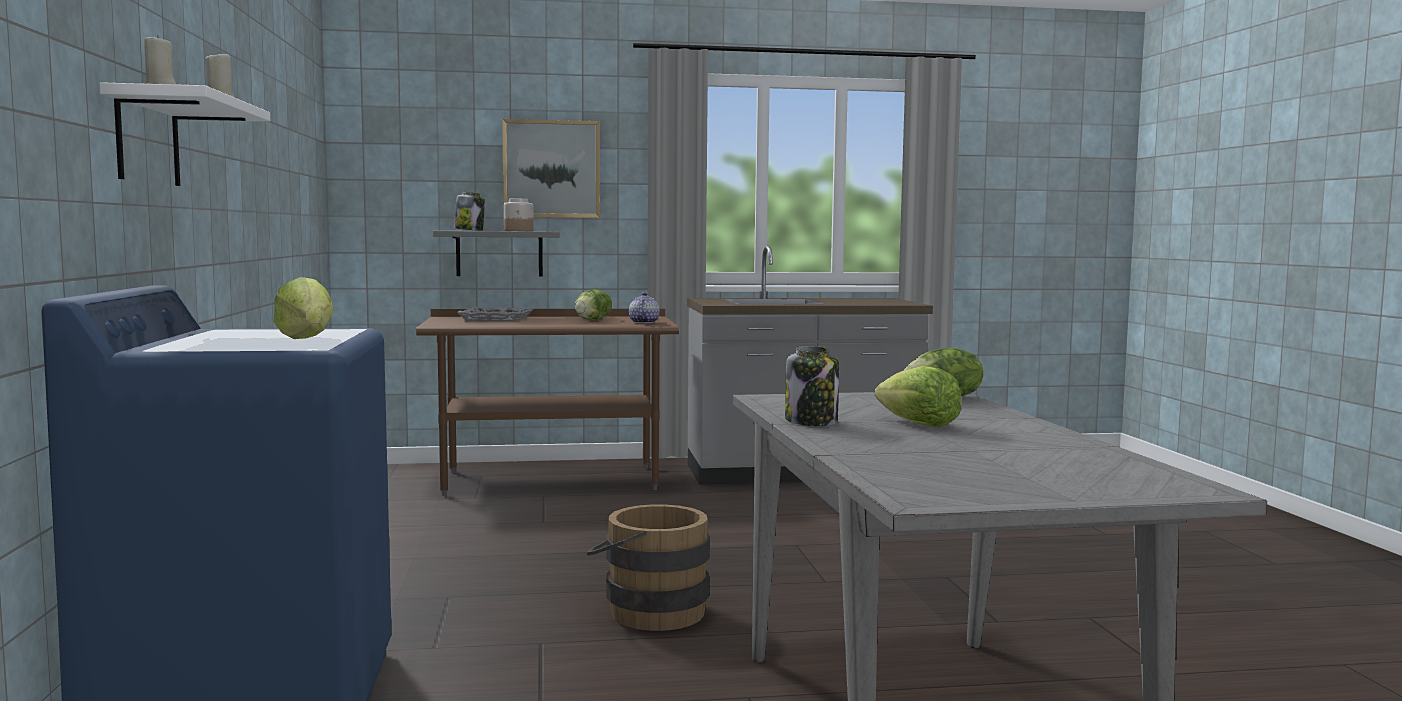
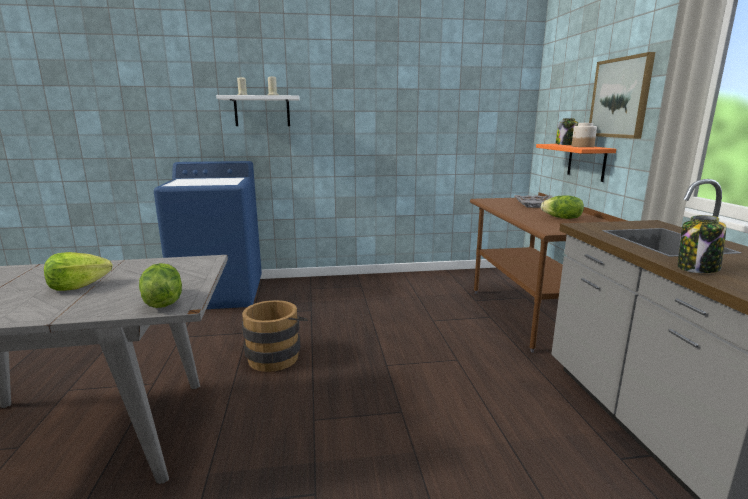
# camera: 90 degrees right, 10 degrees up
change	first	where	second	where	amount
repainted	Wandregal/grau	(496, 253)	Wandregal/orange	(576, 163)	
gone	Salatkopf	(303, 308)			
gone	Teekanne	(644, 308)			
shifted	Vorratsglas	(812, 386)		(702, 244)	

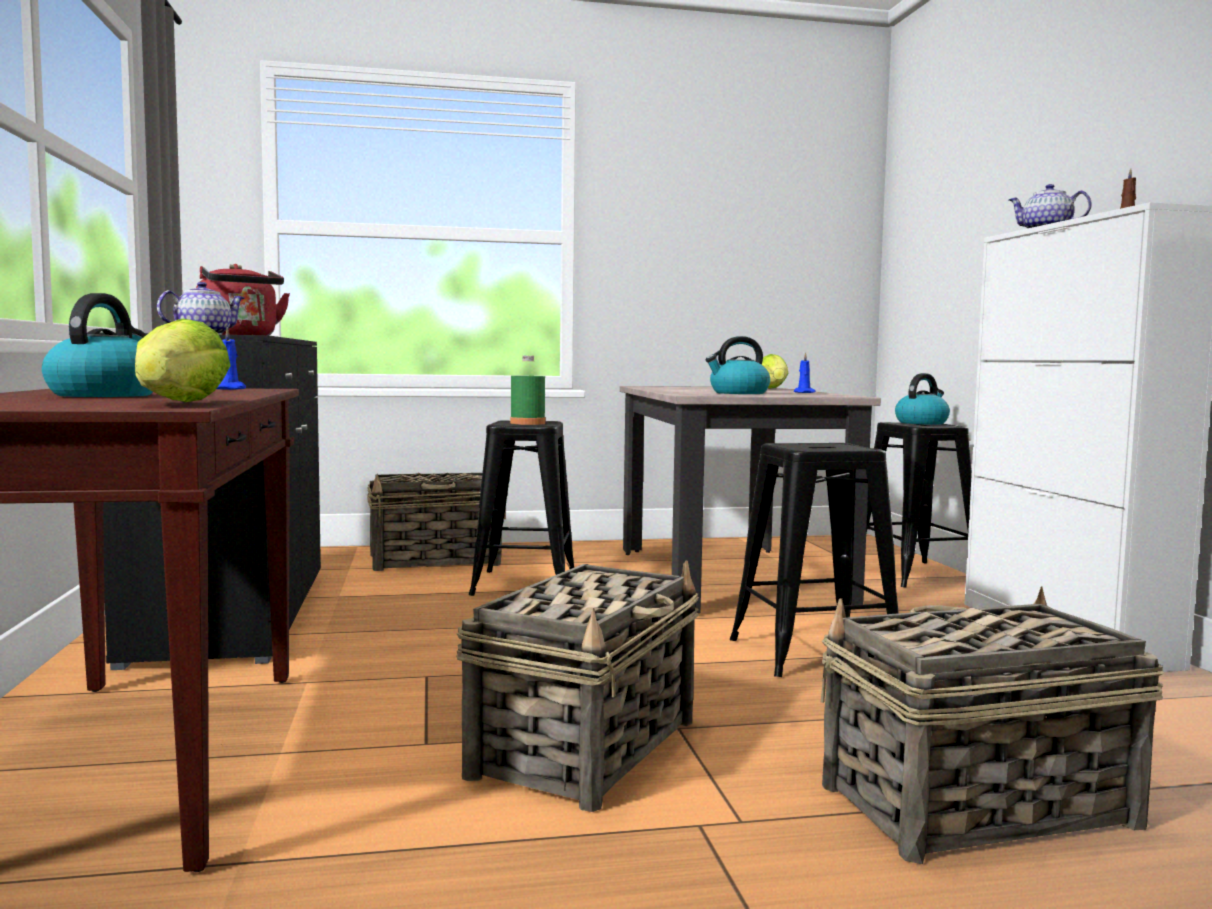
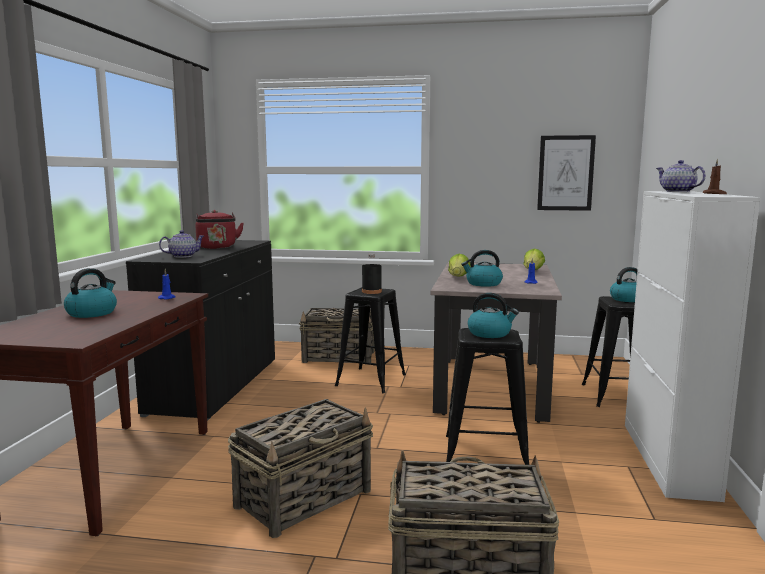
# camera: 20 degrees right, 5 degrees up
change	first	where	second	where	amount
shifted	Salatkopf	(183, 360)		(459, 265)	
repainted	Flasche/grün	(527, 390)	Flasche/schwarz	(372, 274)	
new			Bild	(566, 173)	
new			Wasserkessel	(493, 315)	

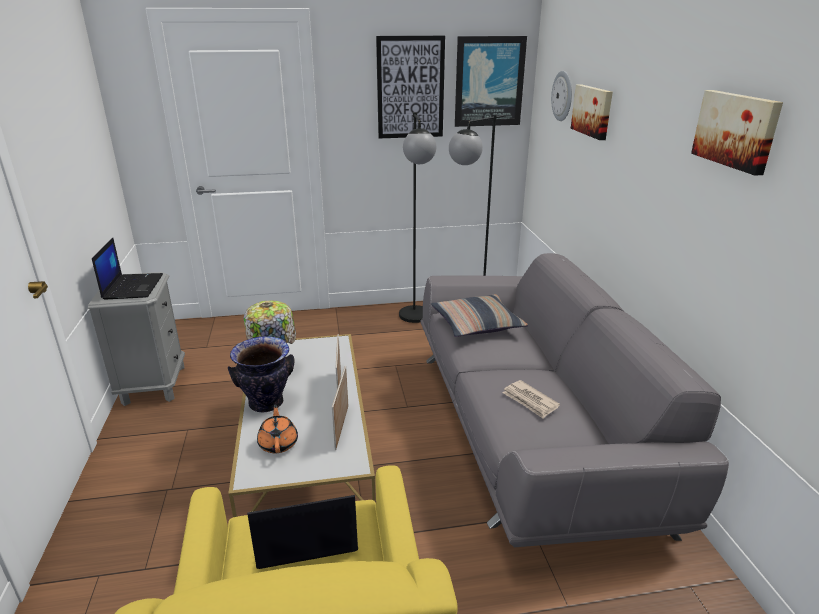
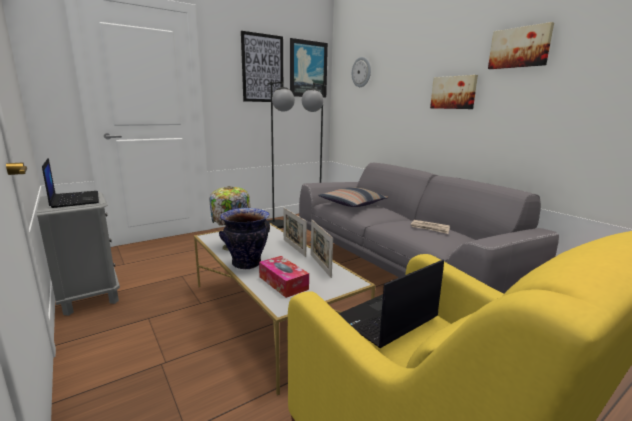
# camera: 25 degrees left, 10 degrees down
change	first	where	second	where	amount
shifted	Bild	(592, 112)		(454, 92)	
swapped	Teekanne/orange	(277, 428)	Taschentuchbox	(284, 277)	

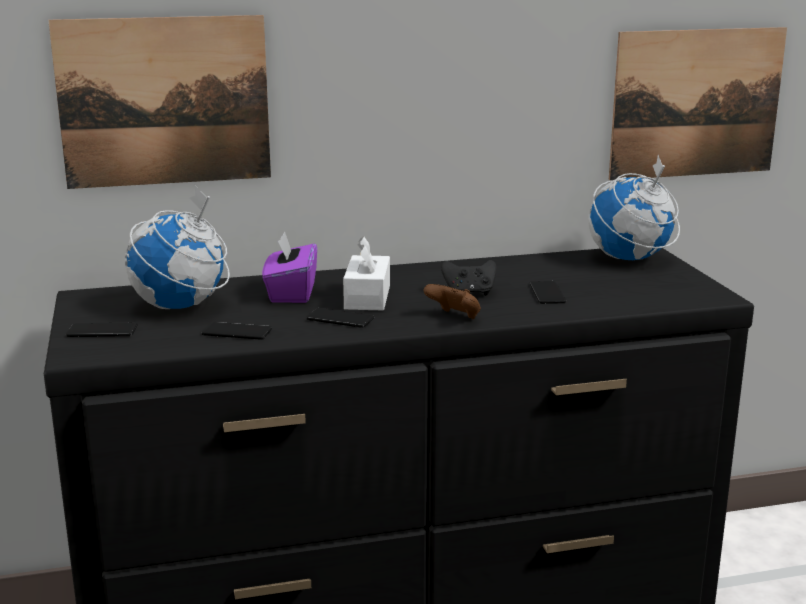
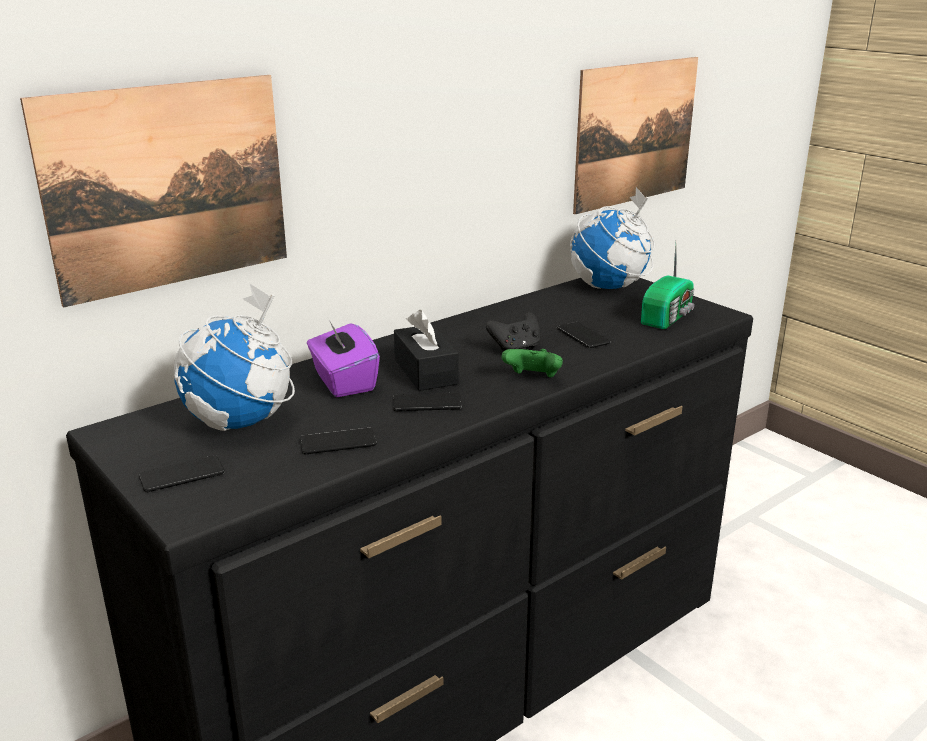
# camera: 25 degrees left, 5 degrees up
change	first	where	second	where	amount
repainted	Taschentuchbox/weiß	(366, 273)	Taschentuchbox/schwarz	(426, 350)	
repainted	Gamepad/braun	(452, 301)	Gamepad/grün	(532, 363)	
new			Radio	(667, 286)	

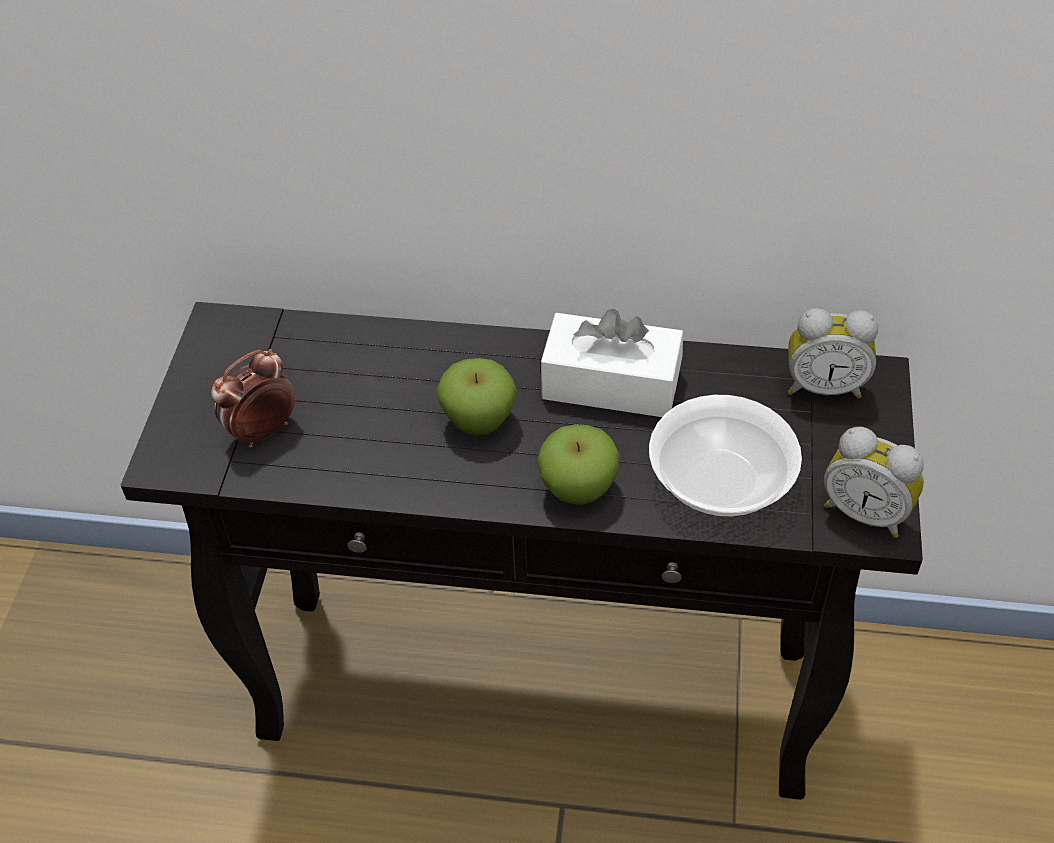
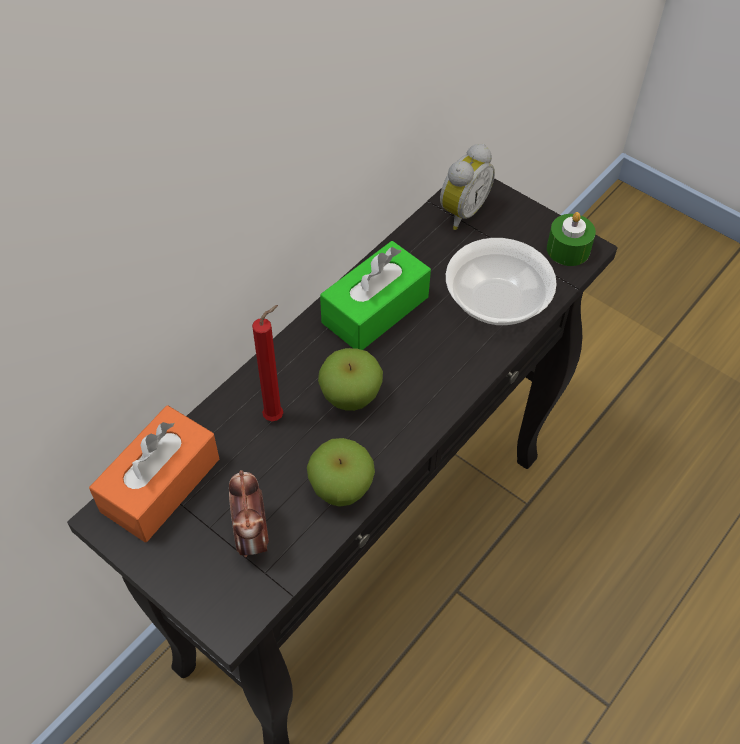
# camera: 60 degrees left, 5 degrees up
change	first	where	second	where	amount
repainted	Taschentuchbox/weiß	(612, 363)	Taschentuchbox/grün	(375, 295)	
shifted	Apfel	(578, 464)		(341, 472)	
swapped	Wecker	(874, 482)	Kerze/grün	(571, 239)	
new			Kerze/rot	(267, 363)	
new			Taschentuchbox/orange	(154, 473)	

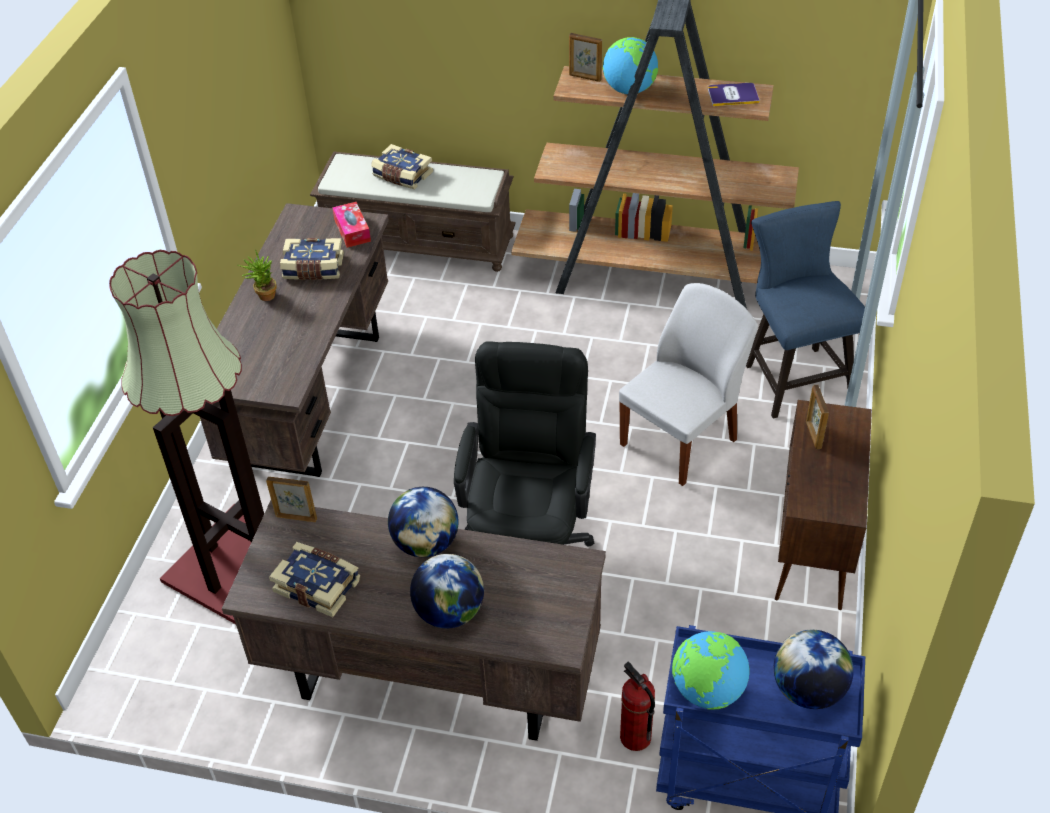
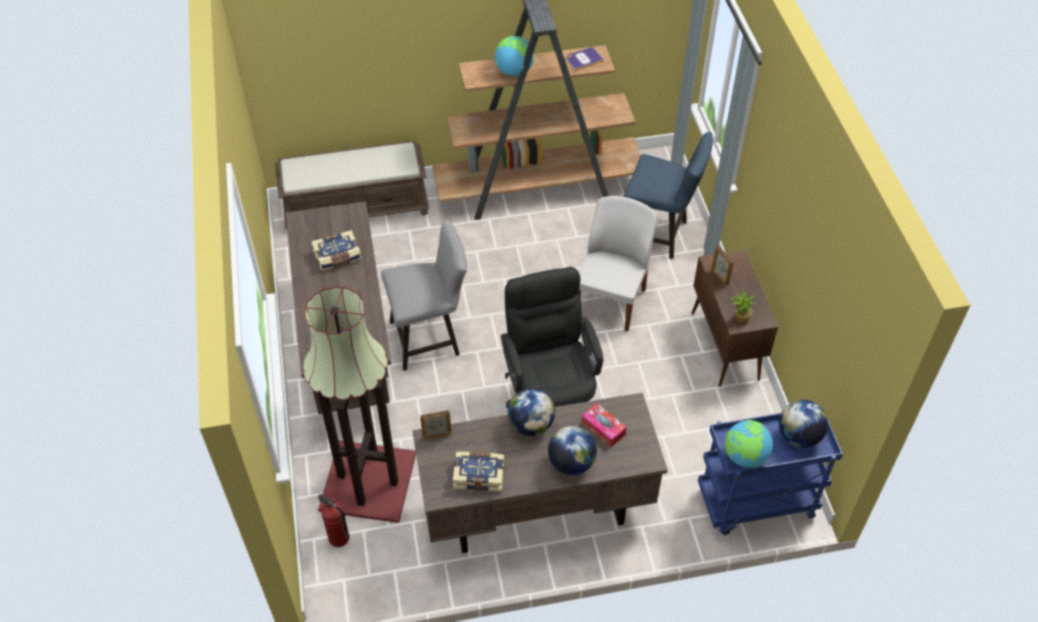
# camera: 25 degrees left, 5 degrees up
change	first	where	second	where	amount
gone	Bilderrahmen	(585, 57)			
gone	Buch	(402, 166)			
rotated	Stuhl/blau	(805, 310)		(668, 195)	150 degrees clockwise
shifted	Taschentuchbox	(351, 225)		(604, 425)	
shifted	Topfpflanze	(257, 275)		(743, 306)	
shifted	Feuerlöscher	(637, 706)		(333, 520)	
new			Stuhl/grau	(424, 295)	

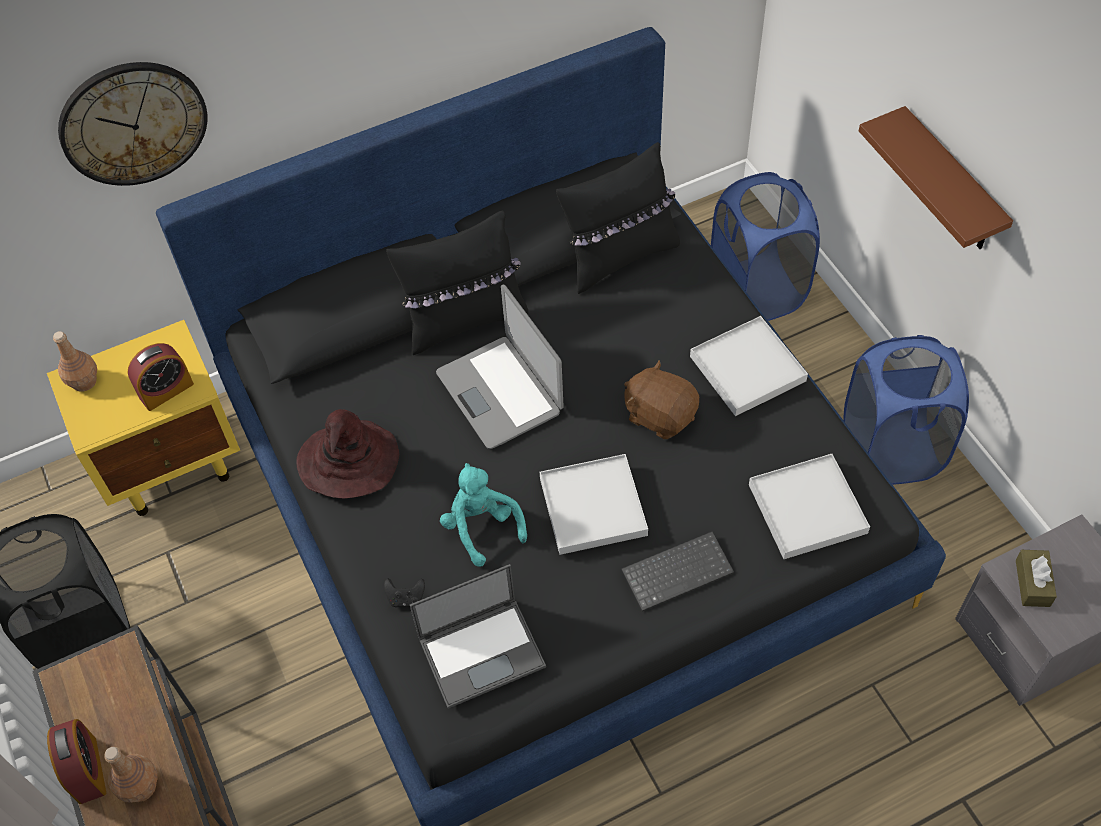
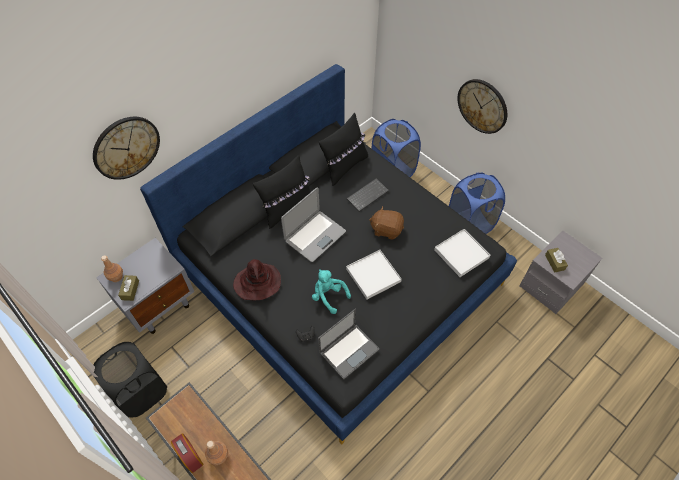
# camera: 20 degrees left, 0 degrees up
change	first	where	second	where	amount
swapped	Wandregal/braun	(936, 177)	Wanduhr	(482, 106)	
rotated	Laptop	(500, 366)		(313, 225)	90 degrees counterclockwise
gone	Tablett/weiß	(749, 366)			
repainted	Nachttisch/gelb	(143, 418)	Nachttisch/grau	(145, 286)	
gone	Wecker	(161, 377)			
shifted	Tastatur	(677, 571)		(368, 195)	
new			Taschentuchbox/braun	(128, 288)	

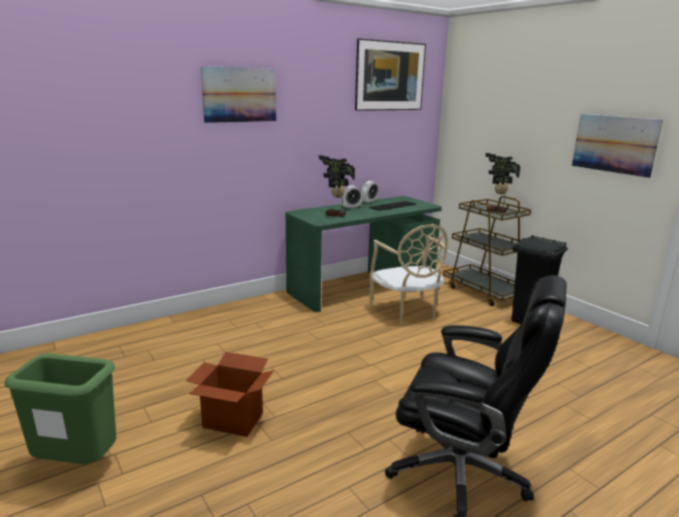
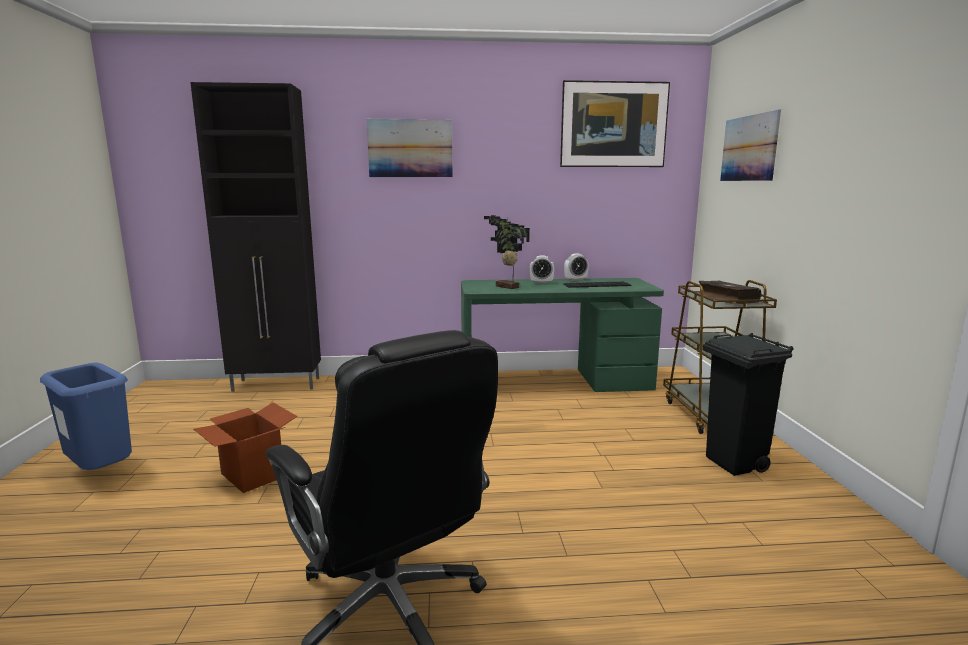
# camera: 30 degrees right, 5 degrees down
change	first	where	second	where	amount
shifted	Bild	(617, 146)		(750, 145)	
swapped	Topfpflanze	(503, 183)	Buch	(729, 292)	
gone	Stuhl/beige	(409, 274)			
repainted	Mülleimer/grün	(60, 408)	Mülleimer/blau	(86, 416)	
new			Schrank/schwarz	(255, 237)	

